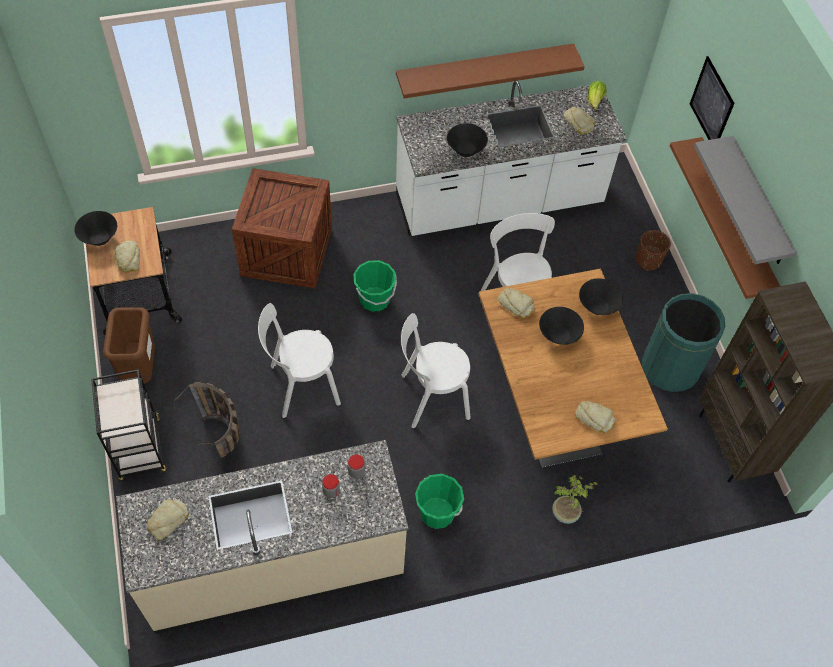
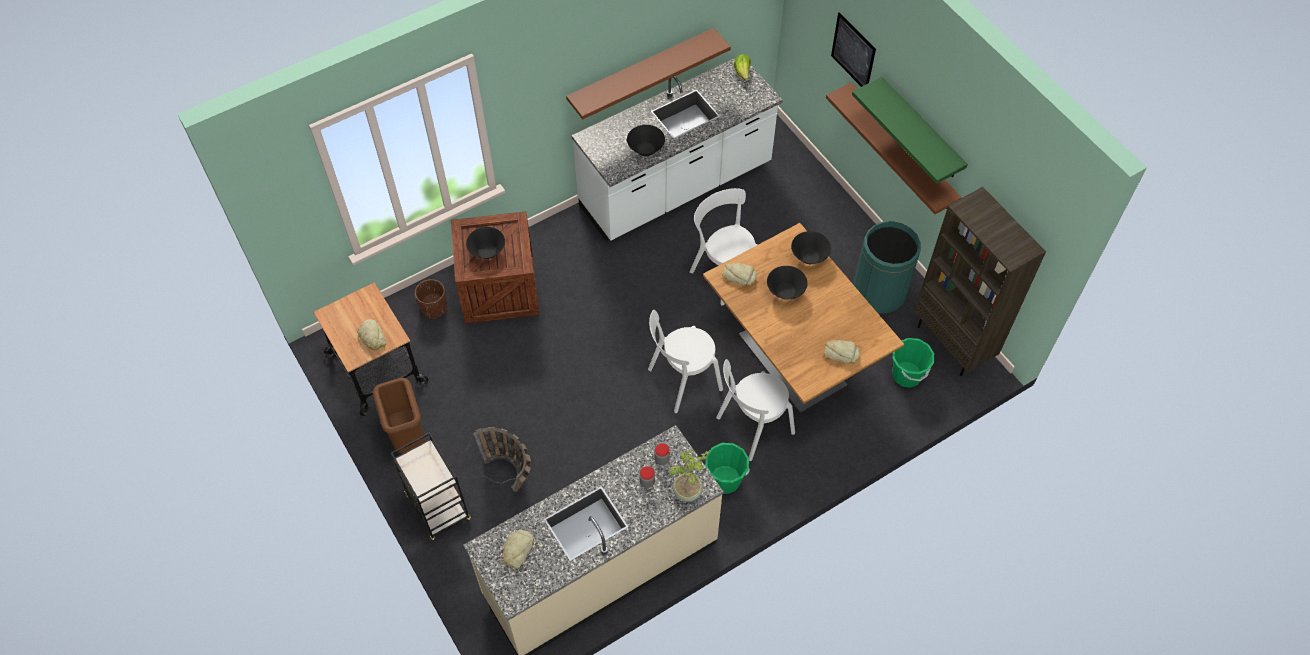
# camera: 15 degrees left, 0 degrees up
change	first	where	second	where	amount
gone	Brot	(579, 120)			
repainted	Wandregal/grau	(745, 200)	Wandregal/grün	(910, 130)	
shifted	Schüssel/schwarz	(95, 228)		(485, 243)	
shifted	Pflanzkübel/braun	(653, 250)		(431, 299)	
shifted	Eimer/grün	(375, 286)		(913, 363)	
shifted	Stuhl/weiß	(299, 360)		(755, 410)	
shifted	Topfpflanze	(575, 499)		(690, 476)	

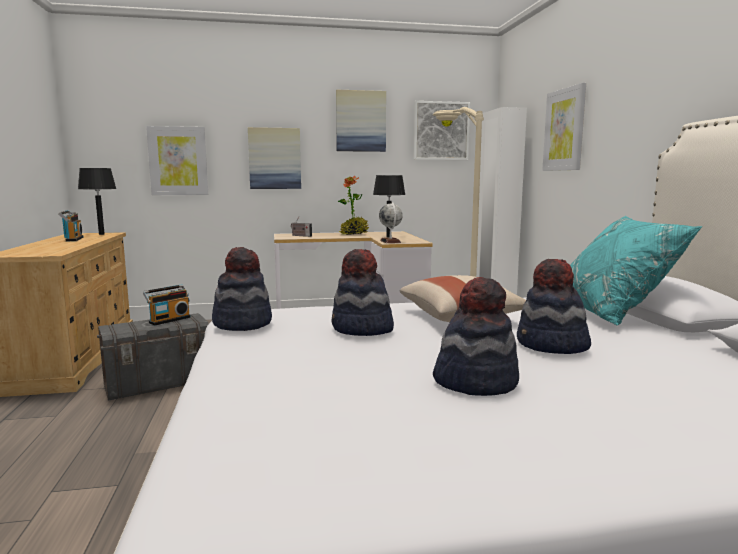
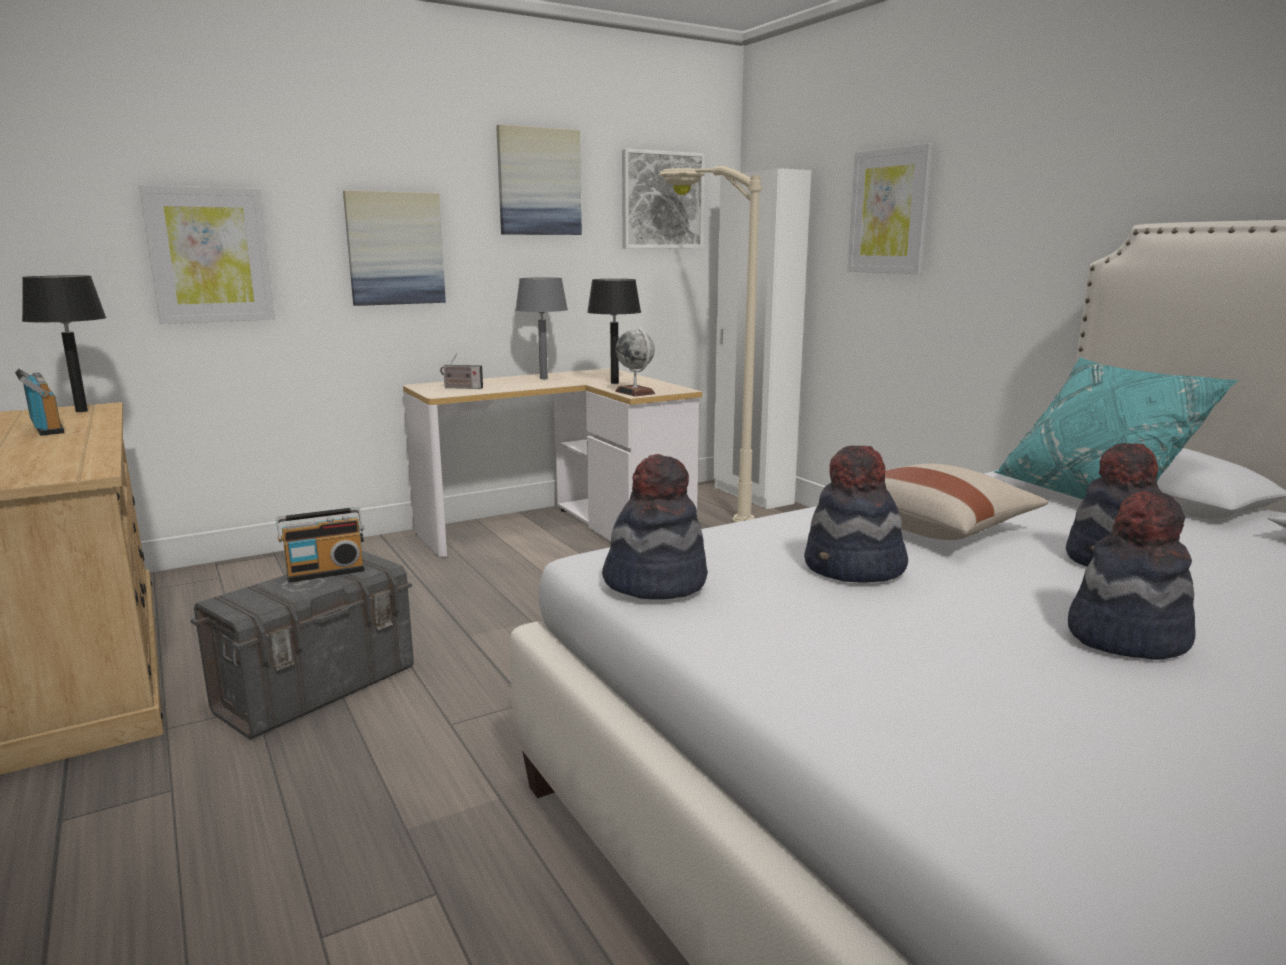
# camera: 20 degrees left, 5 degrees up
change	first	where	second	where	amount
swapped	Topfpflanze	(353, 205)	Tischlampe/grau	(541, 328)	
rotated	Radio	(167, 304)		(320, 545)	45 degrees clockwise

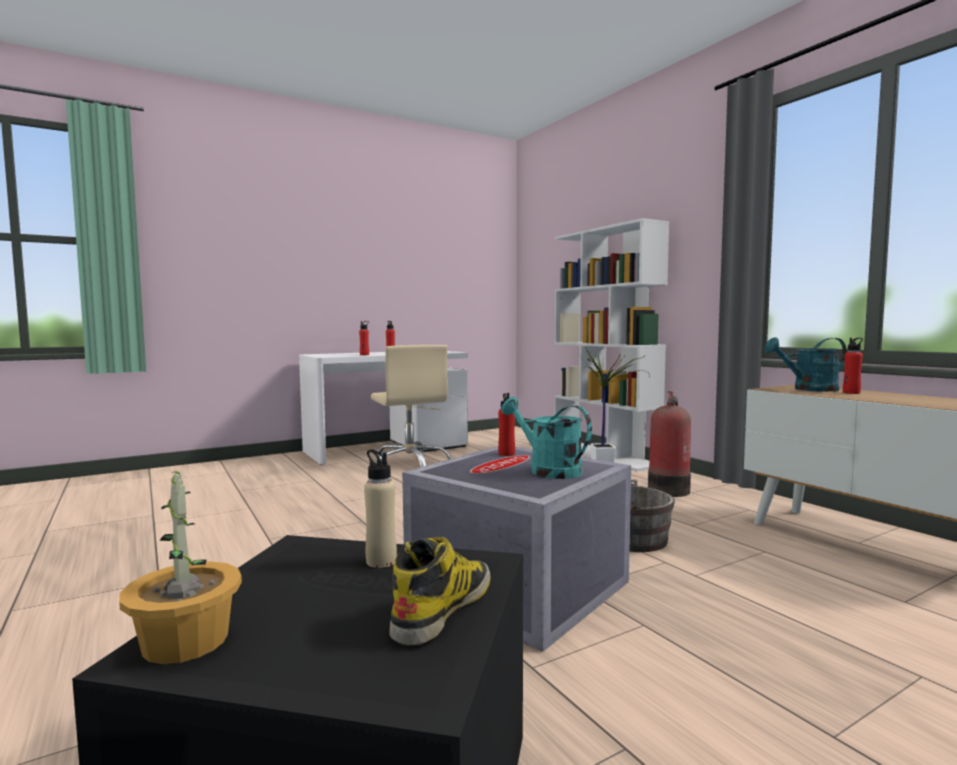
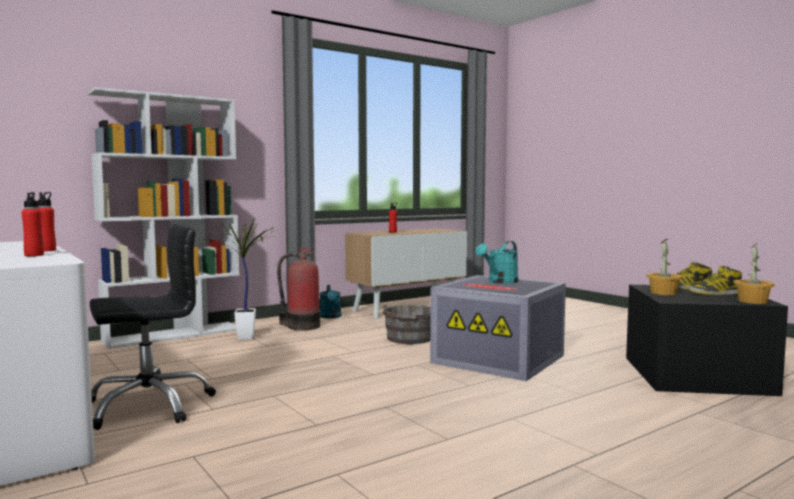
# camera: 95 degrees left, 0 degrees up
change	first	where	second	where	amount
shifted	Gießkanne/türkis	(805, 364)		(330, 302)	
repainted	Bürostuhl/beige	(411, 406)	Bürostuhl/schwarz	(153, 327)	
gone	Flasche/rot	(506, 424)			
swapped	Flasche/beige	(380, 509)	Topfpflanze	(664, 267)	
new			Stiefel	(715, 280)	

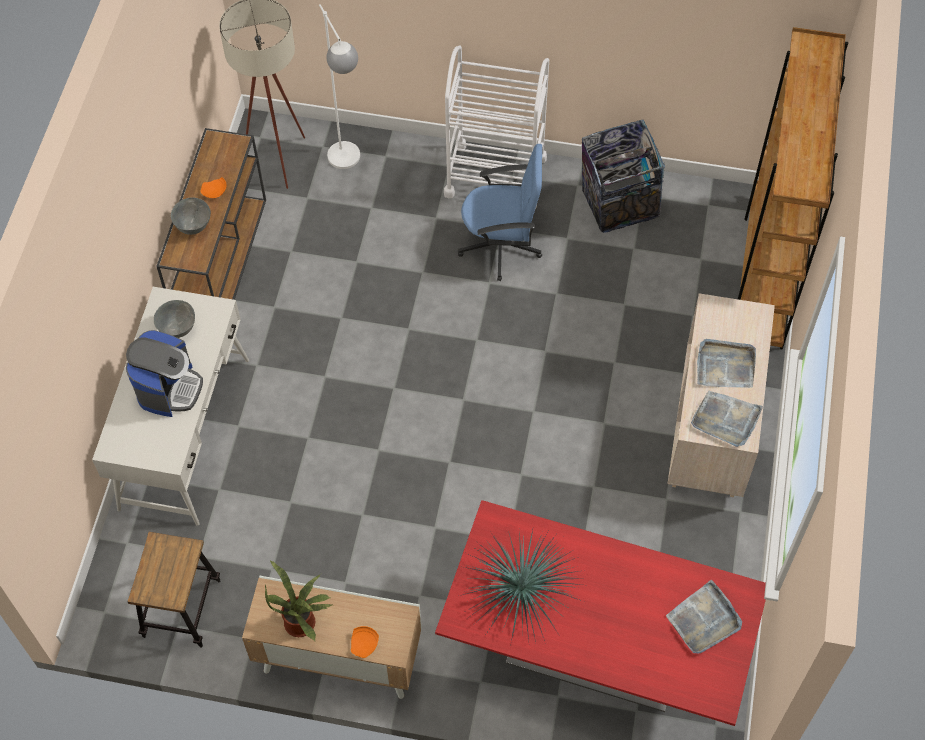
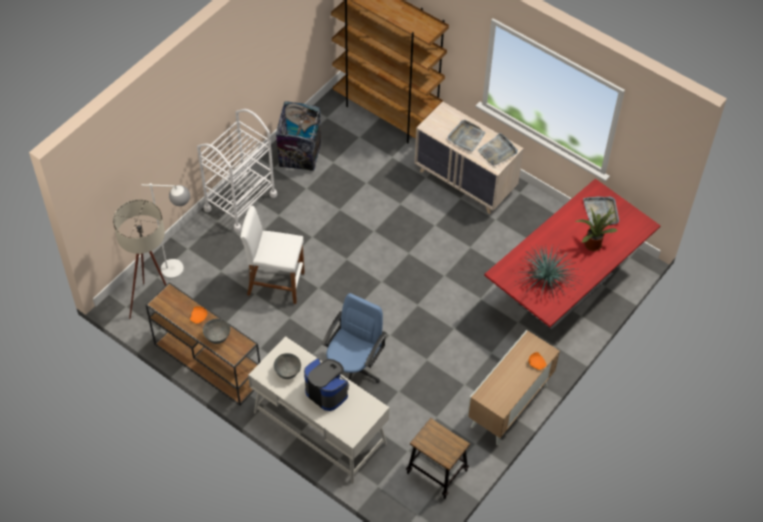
# camera: 65 degrees left, 5 degrees down
change	first	where	second	where	amount
shifted	Bürostuhl/blau	(500, 212)		(354, 338)	
shifted	Topfpflanze	(298, 600)		(596, 229)	
new			Hocker/weiß	(273, 255)	

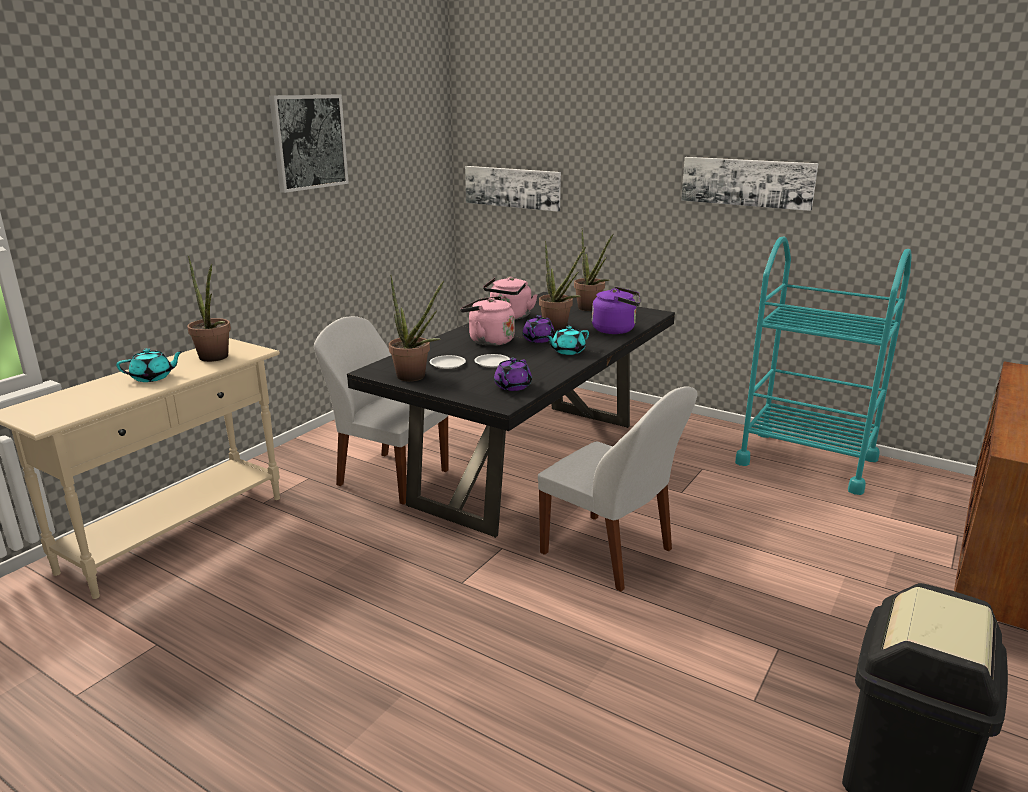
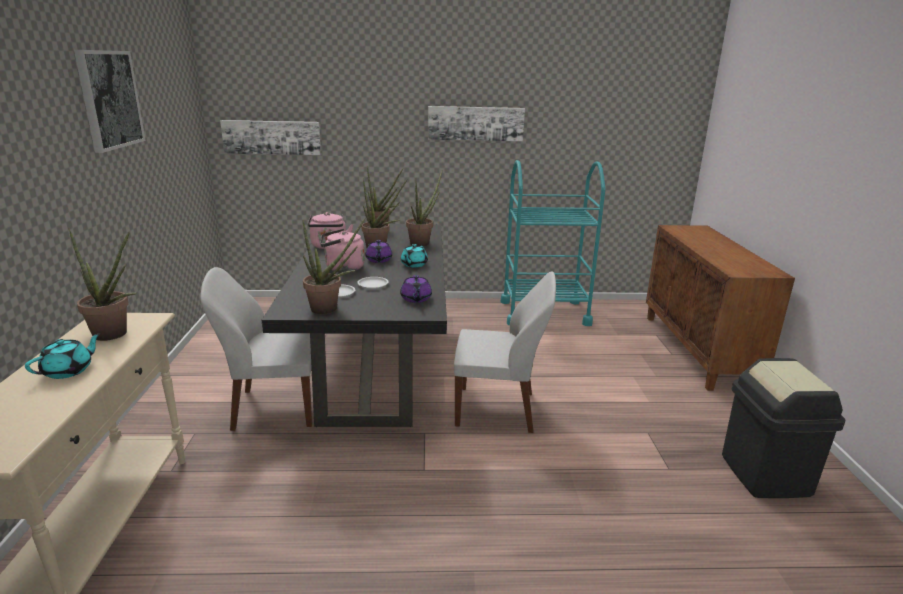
# camera: 35 degrees left, 0 degrees up
change	first	where	second	where	amount
swapped	Wasserkessel/lila	(616, 310)	Topfpflanze	(424, 209)	

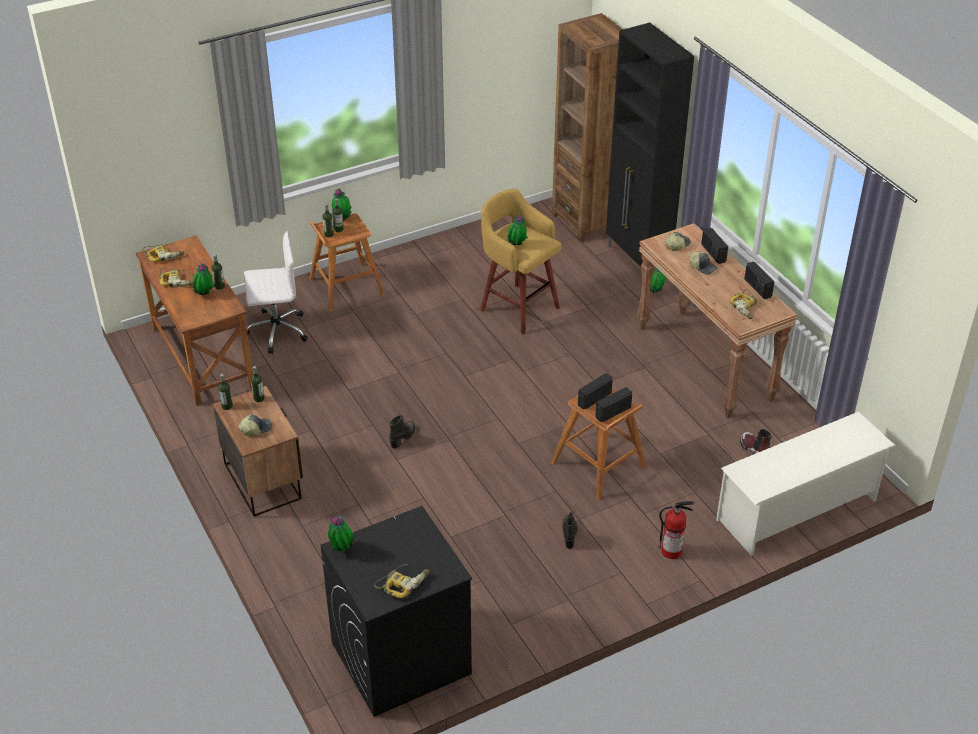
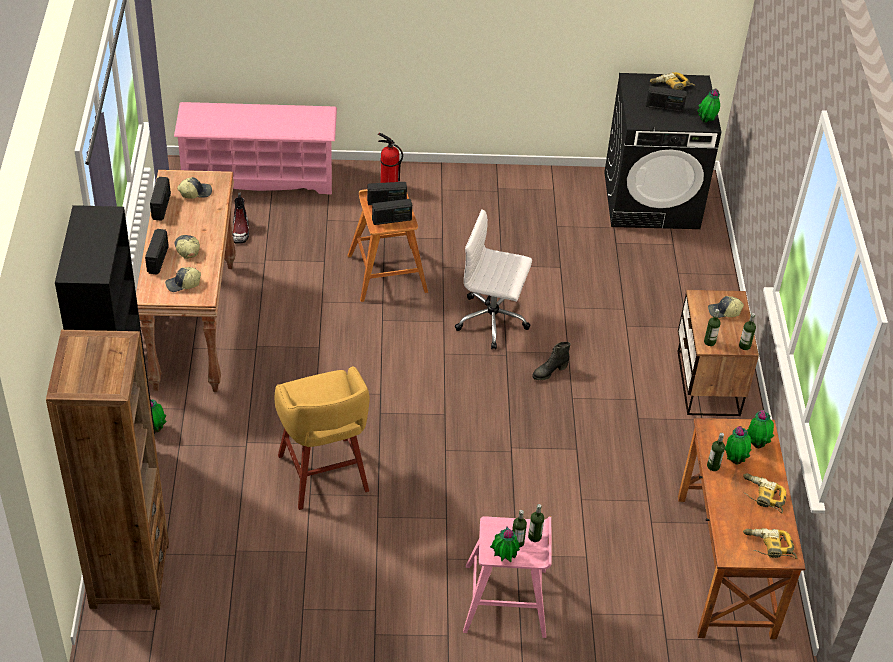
# camera: 155 degrees left, 5 degrees up
change	first	where	second	where	amount
repainted	Hocker/braun	(347, 262)	Hocker/rosa	(507, 577)	
shifted	Topfpflanze	(517, 230)		(760, 429)	
shifted	Bürostuhl/weiß	(276, 292)		(493, 279)	
swapped	Bohrmaschine	(745, 304)	Kappe	(194, 188)	
repainted	Schuhregal/weiß	(805, 483)	Schuhregal/rosa	(255, 148)	
gone	Stiefel/schwarz	(569, 530)			
new			Radio	(666, 99)	

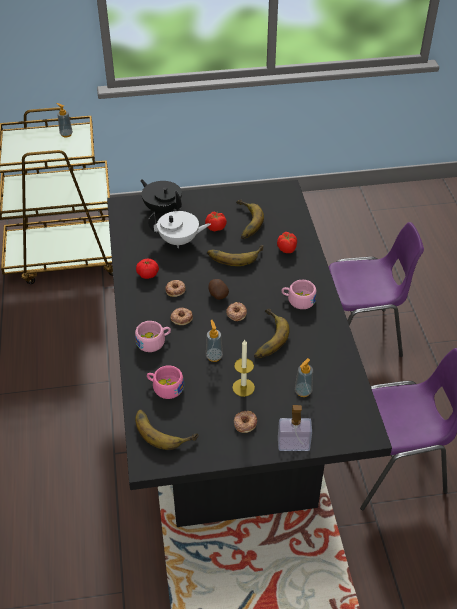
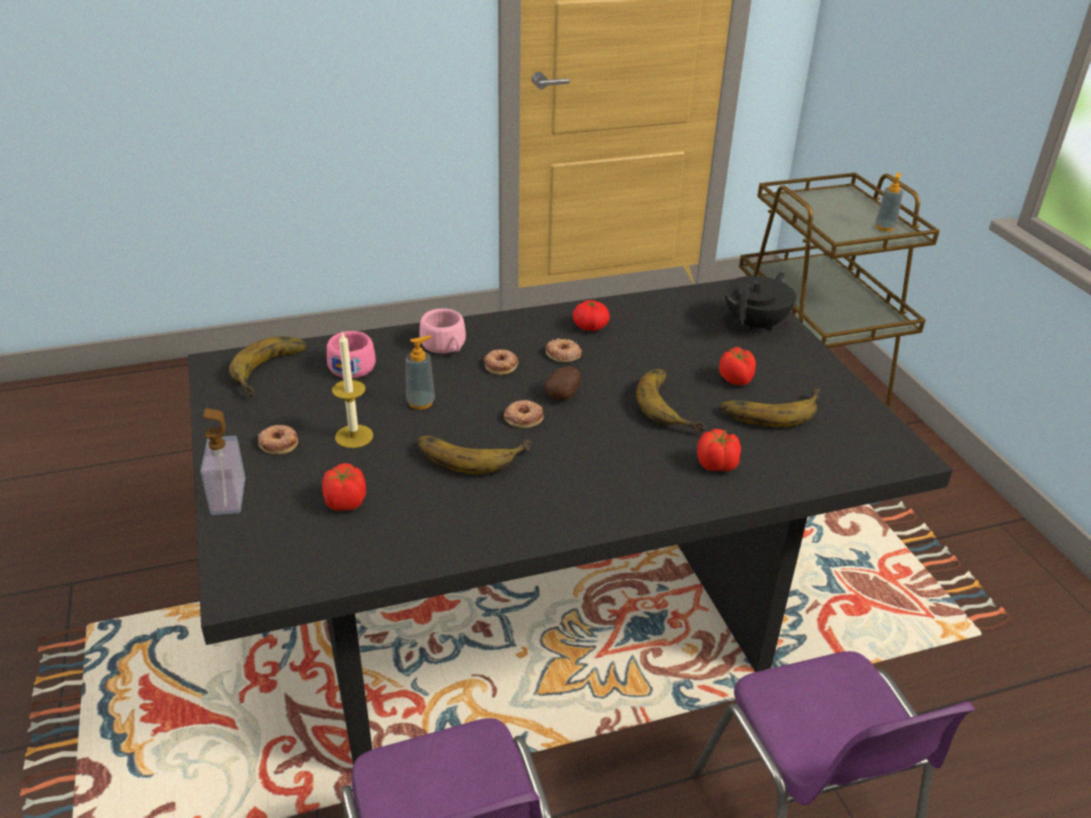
# camera: 80 degrees right, 10 degrees down
change	first	where	second	where	amount
gone	Teekanne/weiß	(179, 229)			
gone	Tasse/rosa	(299, 294)			
swapped	Seifenspender	(304, 377)	Tomate	(344, 487)	

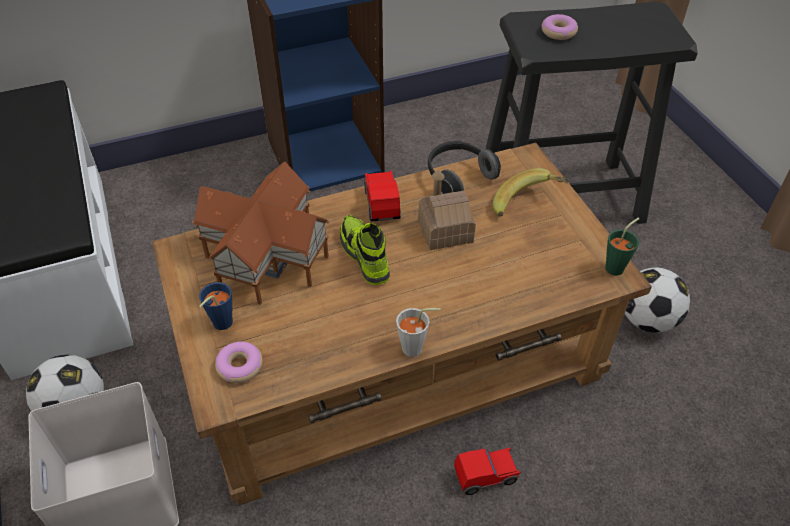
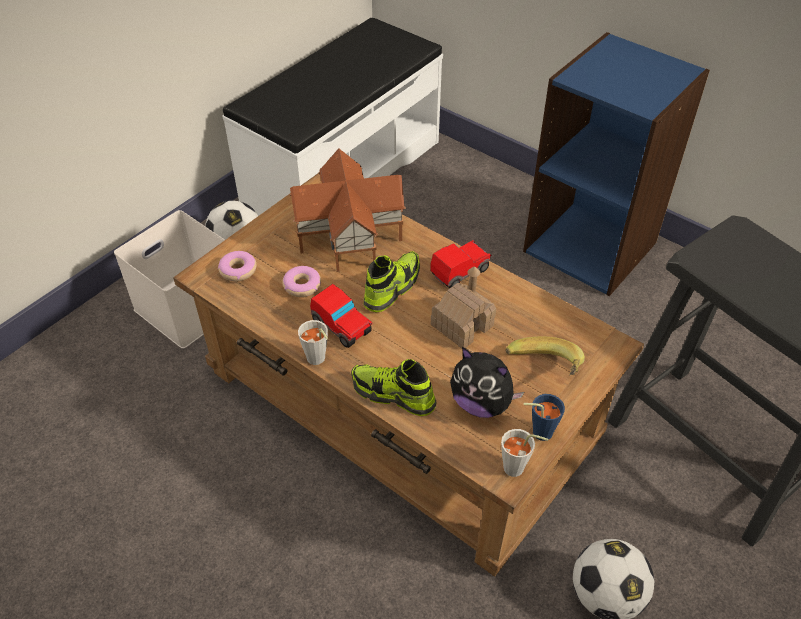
# camera: 60 degrees right, 0 degrees up
change	first	where	second	where	amount
shifted	Donut	(560, 27)		(301, 281)	
gone	Kopfhörer	(464, 167)			
repainted	Tasse/grün	(622, 247)	Tasse/grau	(524, 453)	
shifted	Tasse/blau	(216, 306)		(544, 417)	
shifted	Spielzeugauto	(487, 471)		(341, 316)	
new			Plüschtier	(487, 382)	
new			Schuh	(394, 387)	

